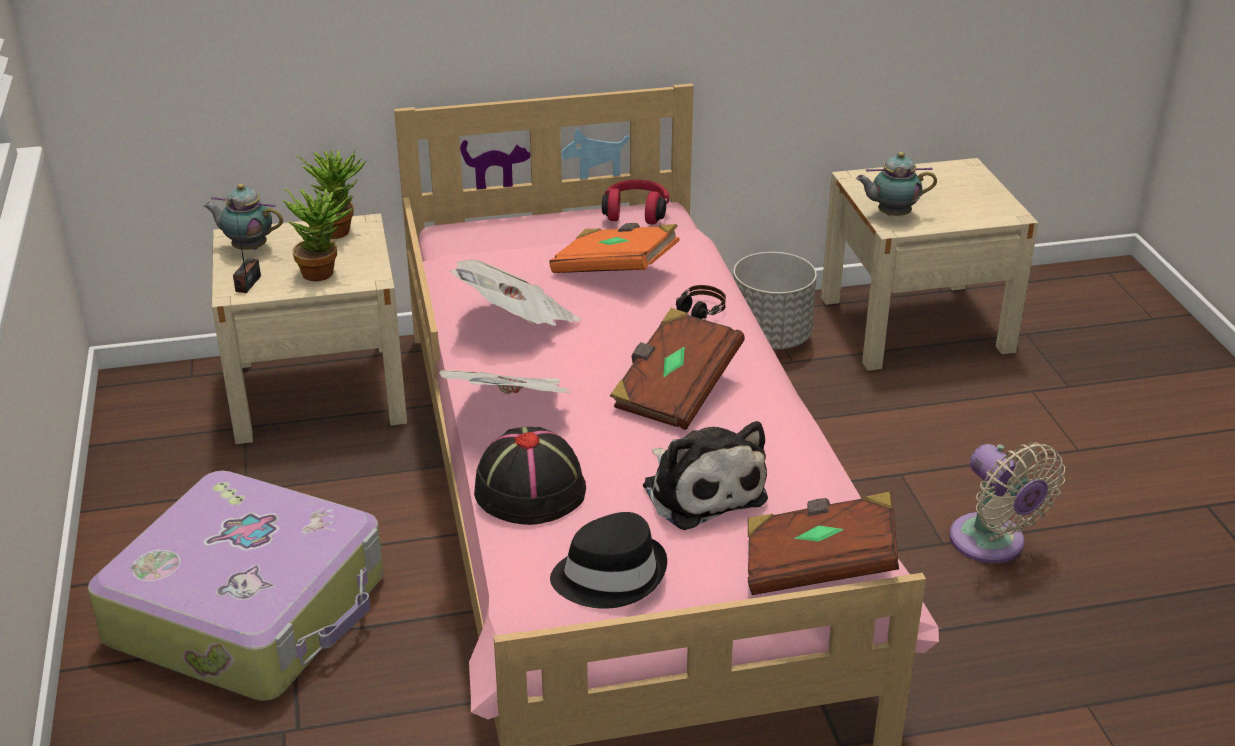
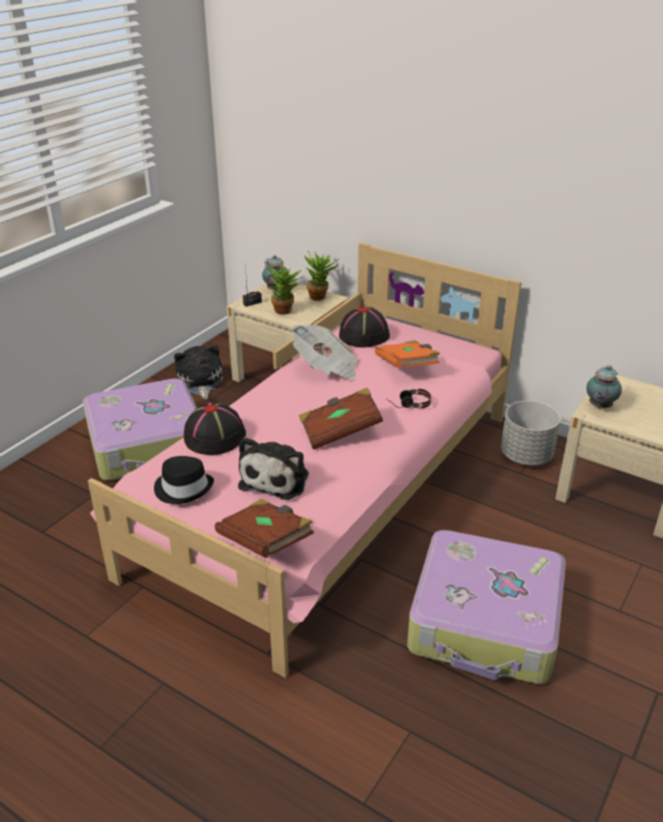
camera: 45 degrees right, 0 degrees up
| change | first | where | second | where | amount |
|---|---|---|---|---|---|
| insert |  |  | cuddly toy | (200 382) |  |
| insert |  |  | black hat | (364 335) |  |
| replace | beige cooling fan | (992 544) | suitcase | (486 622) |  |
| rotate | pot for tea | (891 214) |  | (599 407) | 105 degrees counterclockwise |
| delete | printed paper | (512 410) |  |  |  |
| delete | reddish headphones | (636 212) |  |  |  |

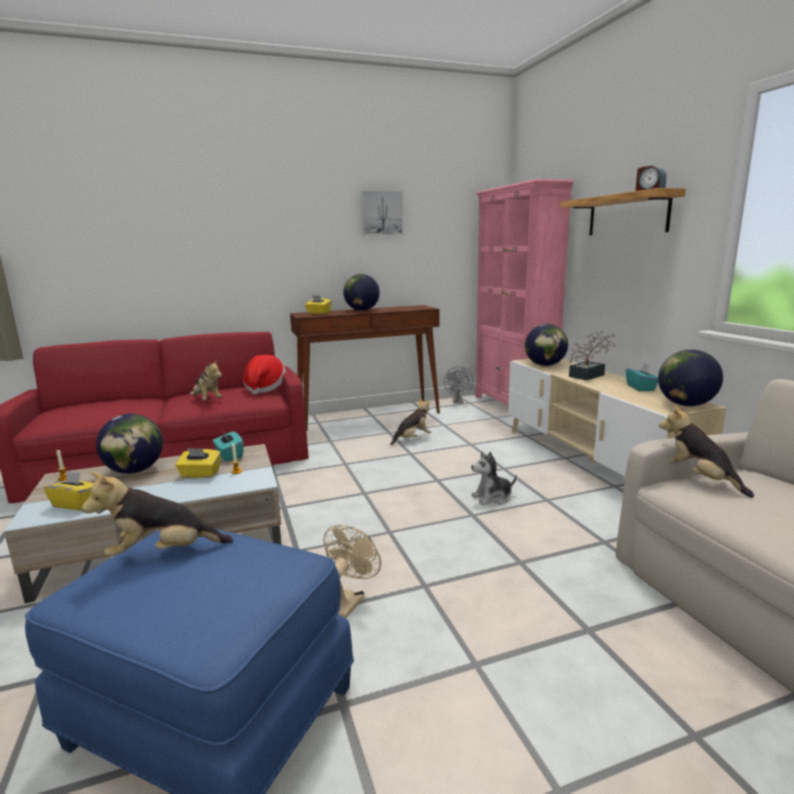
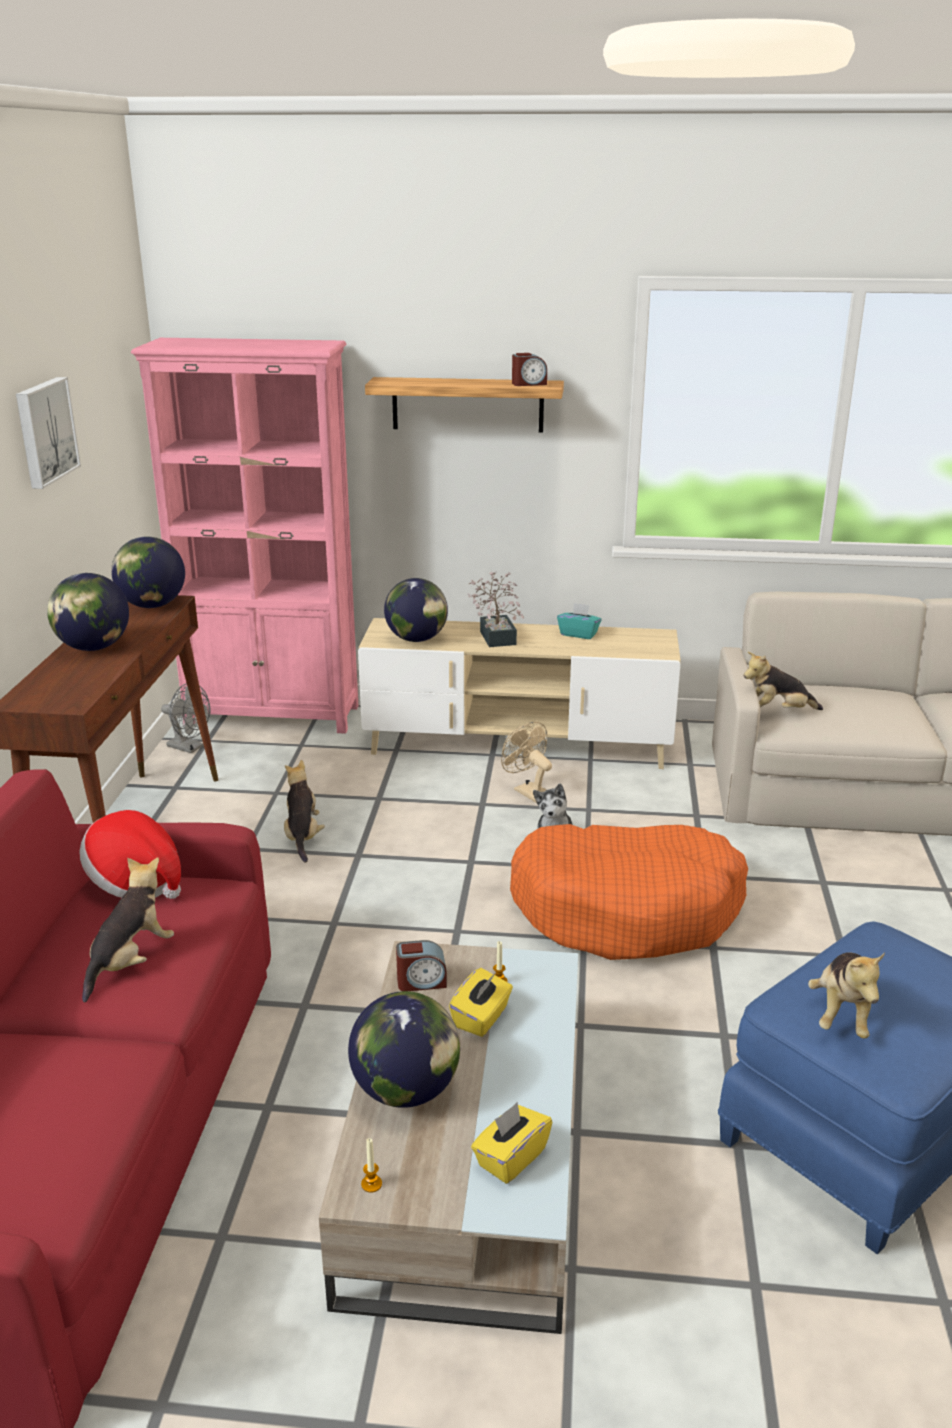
camera: 65 degrees left, 10 degrees up
| change | first | where | second | where | amount |
|---|---|---|---|---|---|
| rotate | cuddly toy | (207 400) |  | (130 961) | 45 degrees counterclockwise |
| move | desk globe | (685 404) |  | (152 605) |  |
| replace | blue-green tissue holder | (229 455) | bedside clock | (421 982) |  |
| move | beige cooling fan | (349 601) |  | (527 791) |  |
| insert |  |  | orange pet bed | (627 909) |  |
| delete | yellowish tissue holder | (318 313) |  |  |  |

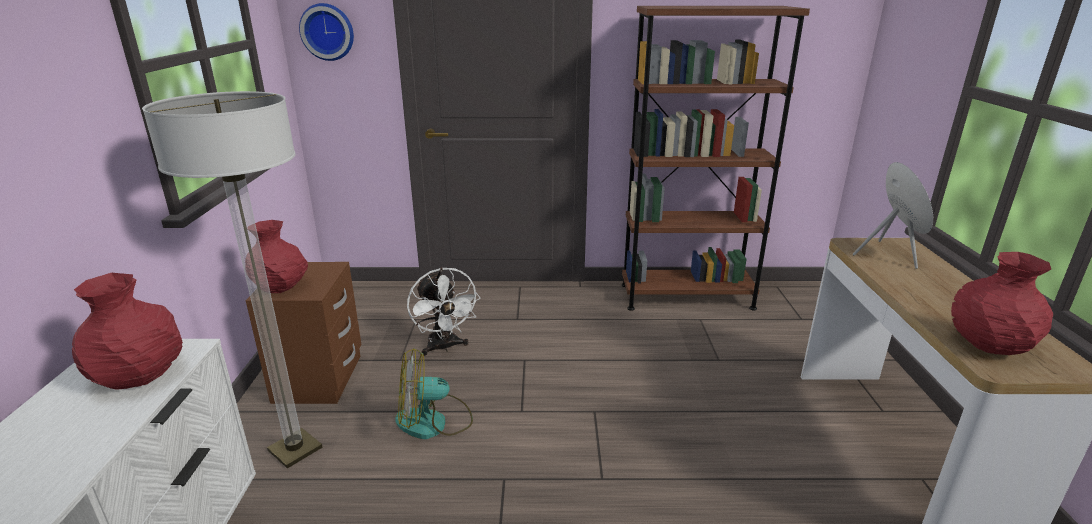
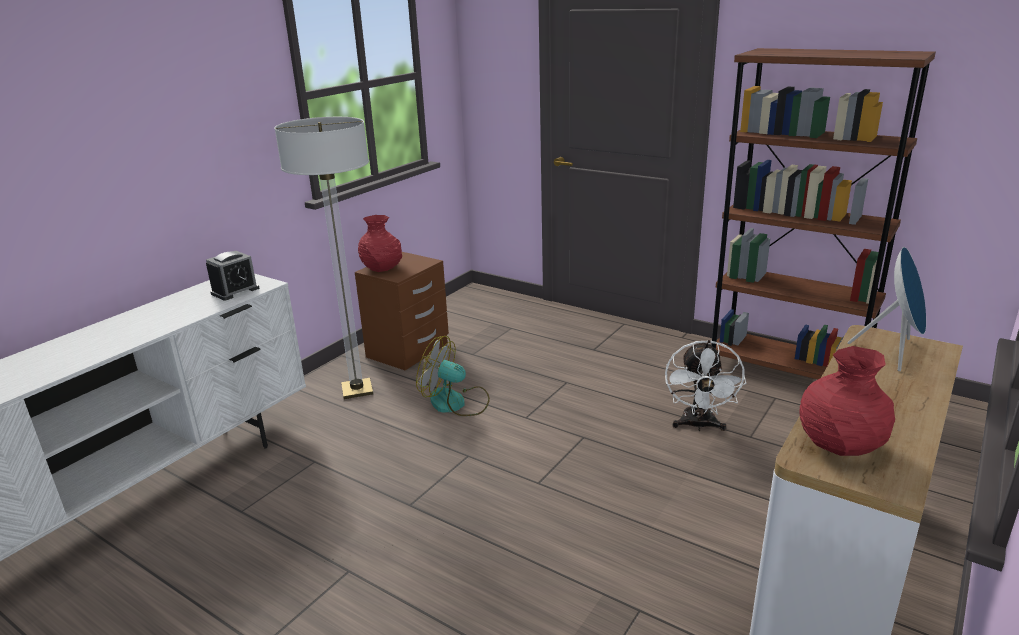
camera: 35 degrees right, 0 degrees up
| change | first | where | second | where | amount |
|---|---|---|---|---|---|
| replace | reddish vase | (141 374) | bedside clock | (235 291) |  |
| move | white-coloured cooling fan | (444 347) |  | (698 425) |  |
| delete | hanging clock | (328 32) |  |  |  |

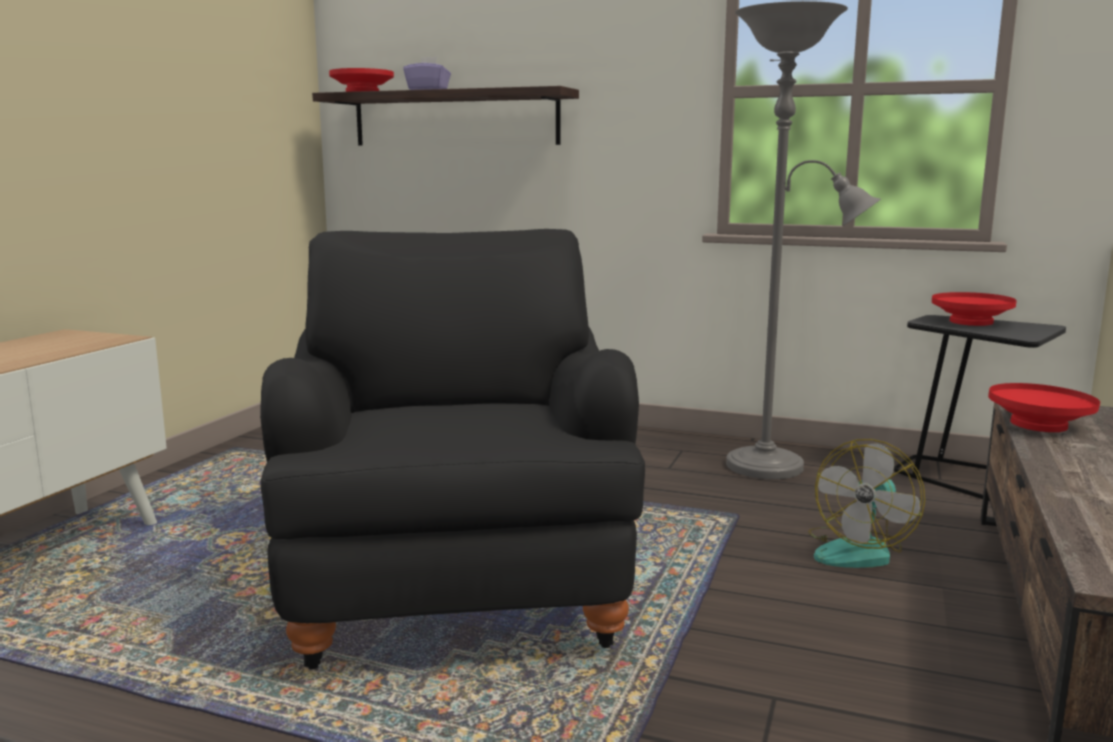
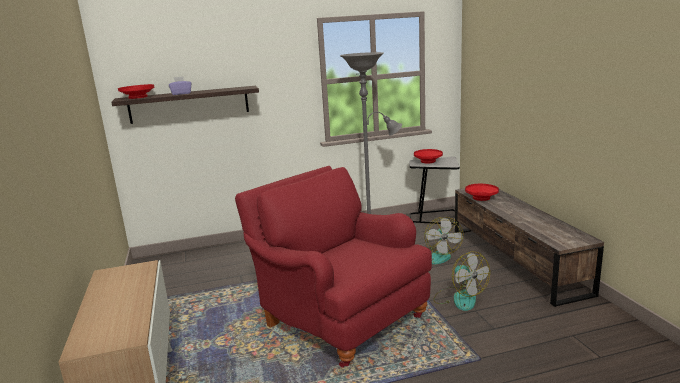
camera: 35 degrees left, 5 degrees up
| change | first | where | second | where | amount |
|---|---|---|---|---|---|
| recolor | black lounge chair | (457 584) | reddish lounge chair | (339 318) |  |
| insert |  |  | cooling fan | (459 298) |  |

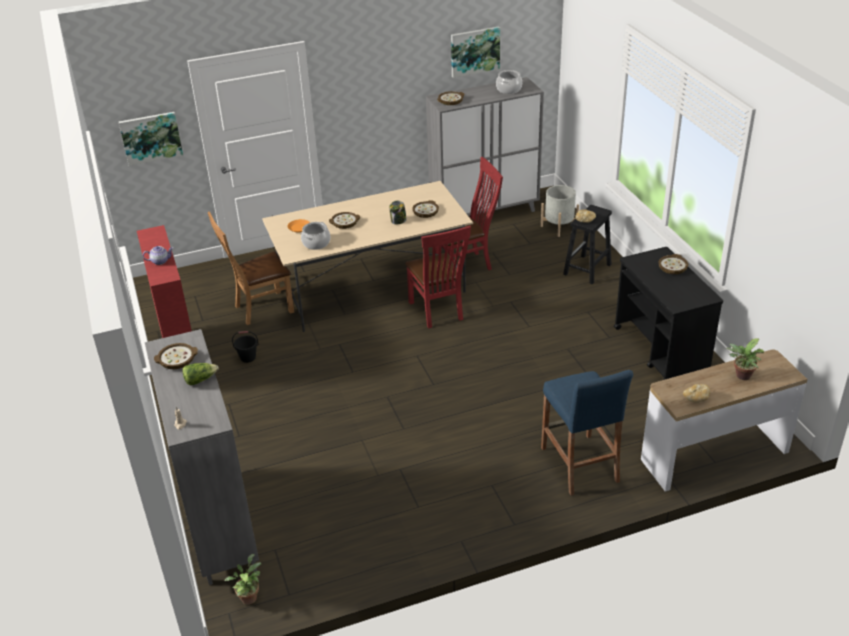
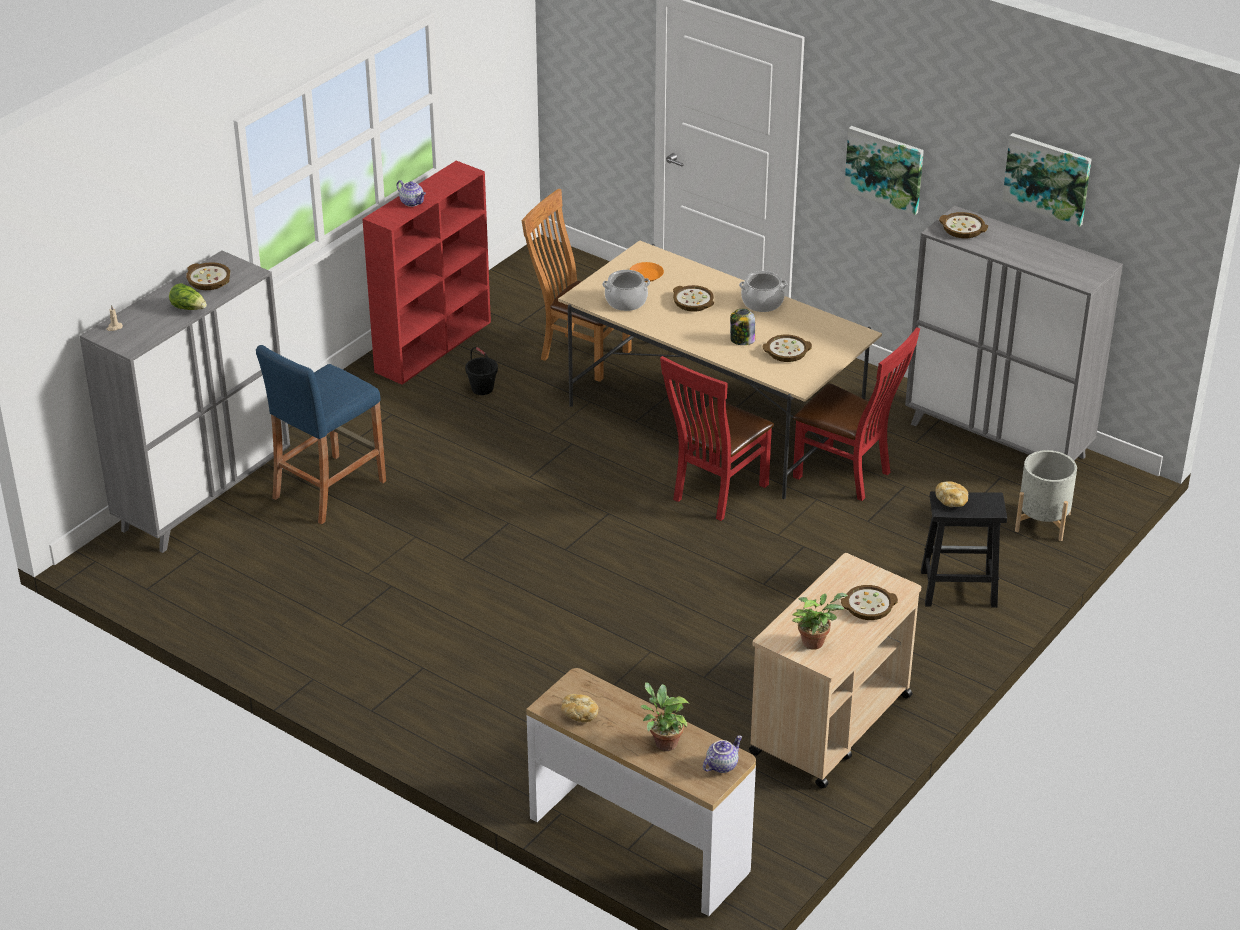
camera: 55 degrees right, 0 degrees up
| change | first | where | second | where | amount |
|---|---|---|---|---|---|
| move | blue-coloured stool | (579 464) |  | (329 489) |  |
| insert |  |  | pot for tea | (721 765) |  |
| move | saucepot | (509 89) |  | (762 303) |  |
| recolor | black trolley | (661 350) | beige trolley | (830 725) |  |
| move | plant in a pot | (249 596) |  | (815 641) |  |
| move | wall picture | (151 137) |  | (885 169) |  |

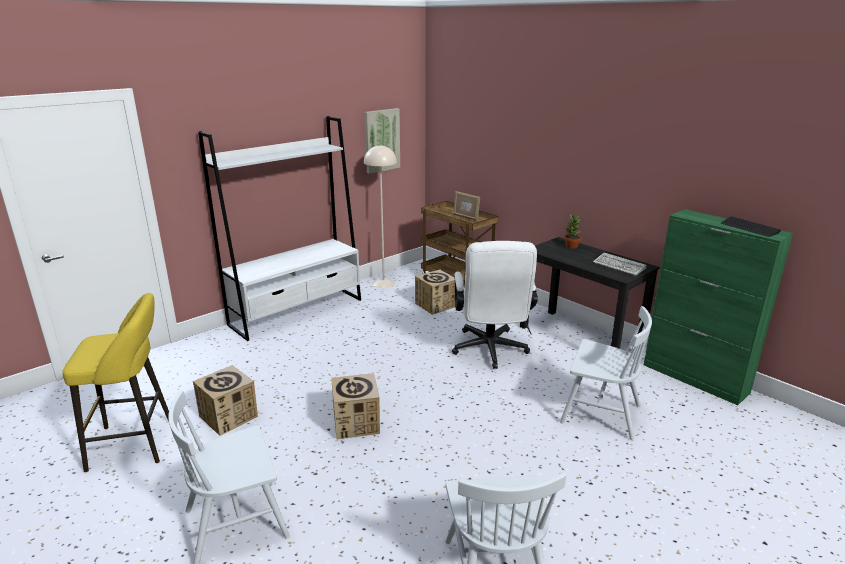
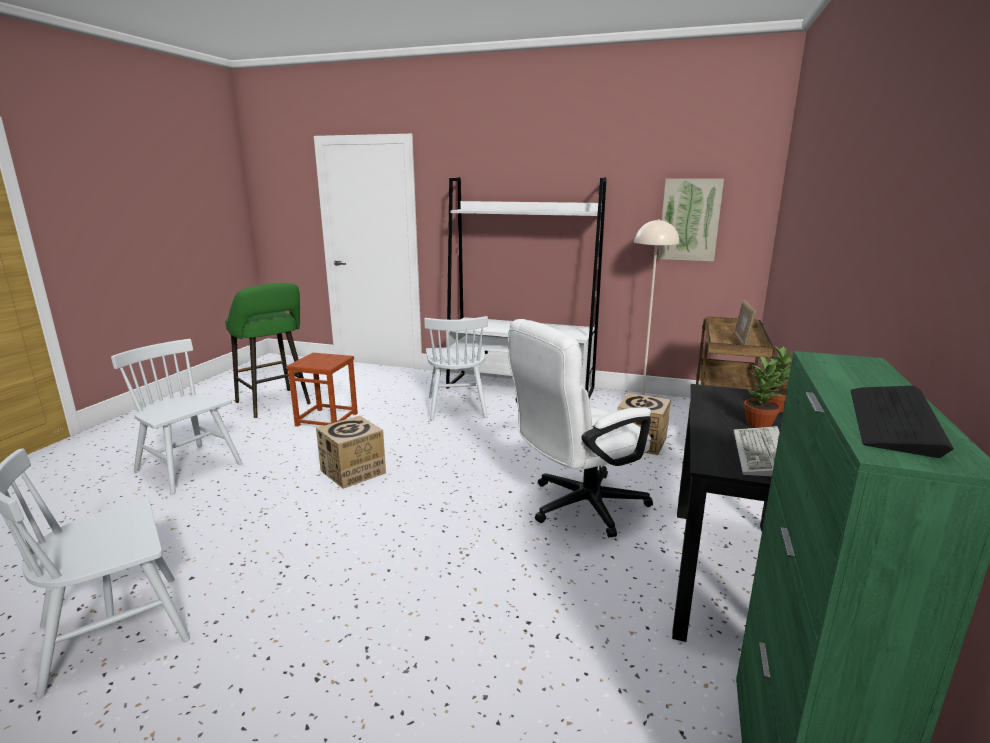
camera: 60 degrees right, 5 degrees down
| change | first | where | second | where | amount |
|---|---|---|---|---|---|
| recolor | yellowish stool | (137 443) | green-coloured stool | (274 404) |  |
| replace | carton | (229 416) | brown stool | (327 419) |  |
| move | white-coloured chair | (600 413) |  | (457 407) |  |
| insert |  |  | plant in a pot | (759 423) |  |

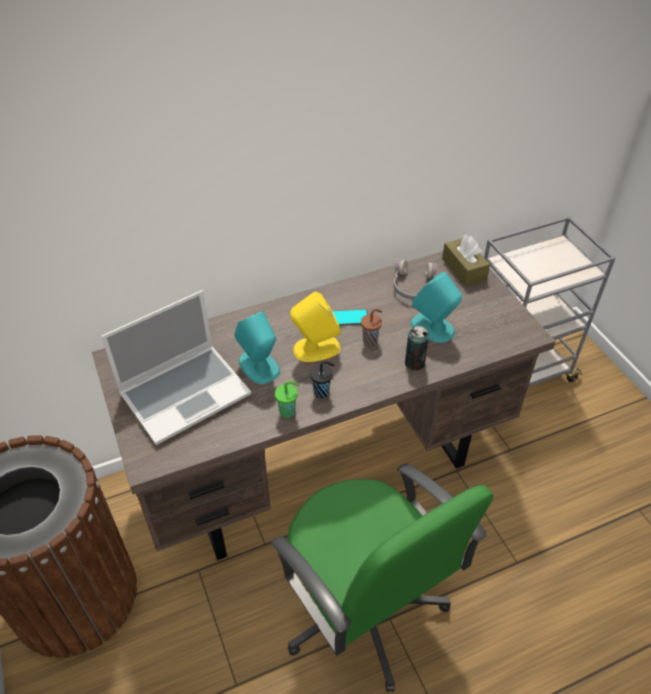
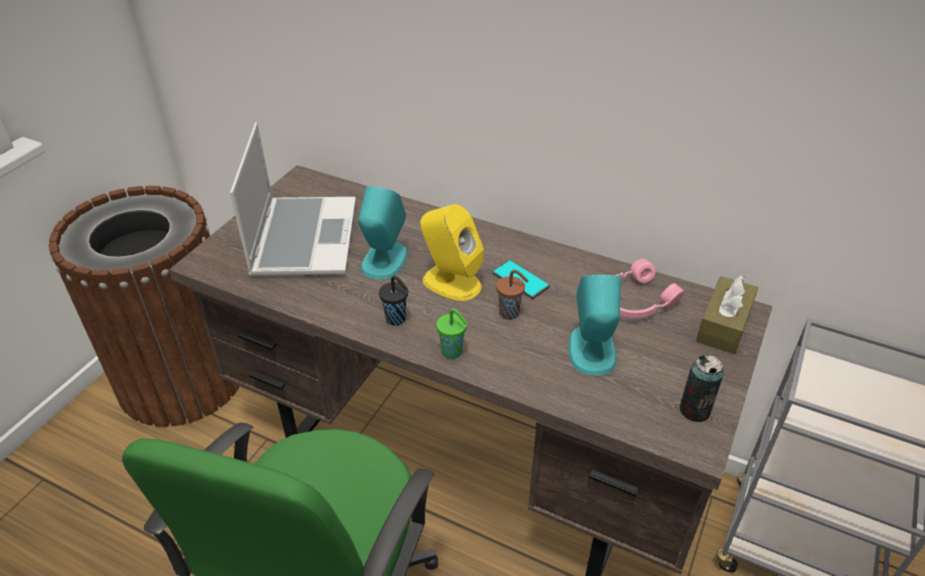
camera: 50 degrees right, 5 degrees down
| change | first | where | second | where | amount |
|---|---|---|---|---|---|
| rotate | laptop | (186 393) |  | (303 237) | 105 degrees counterclockwise |
| move | green-coloured small cup | (288 411) |  | (453 352) |  |
| recolor | grey headphones | (413 286) | pink headphones | (635 300) |  |
| move | sealed can | (414 363) |  | (694 410) |  |

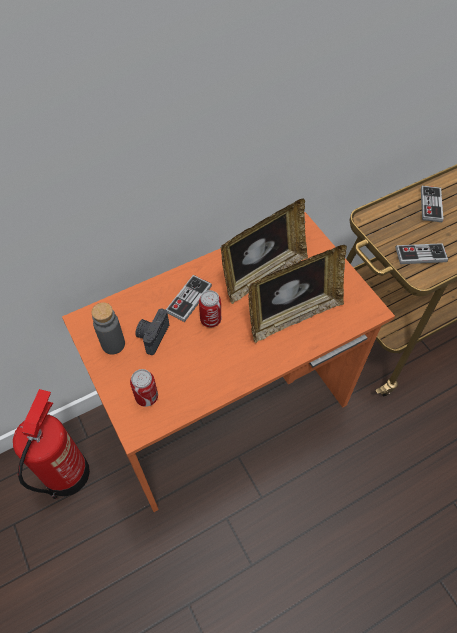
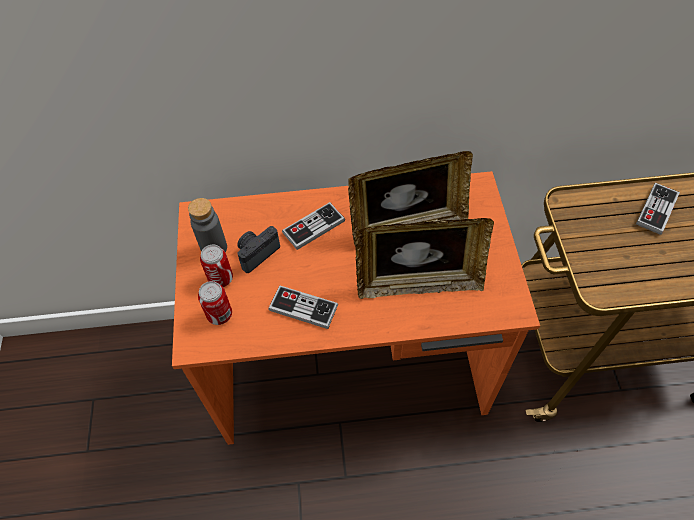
camera: 25 degrees right, 0 degrees up
| change | first | where | second | where | amount |
|---|---|---|---|---|---|
| move | sealed can | (210 320) |  | (221 279) |  |
| move | game controller | (420 255) |  | (303 308) |  |
| delete | extinguisher | (67 472) |  |  |  |

